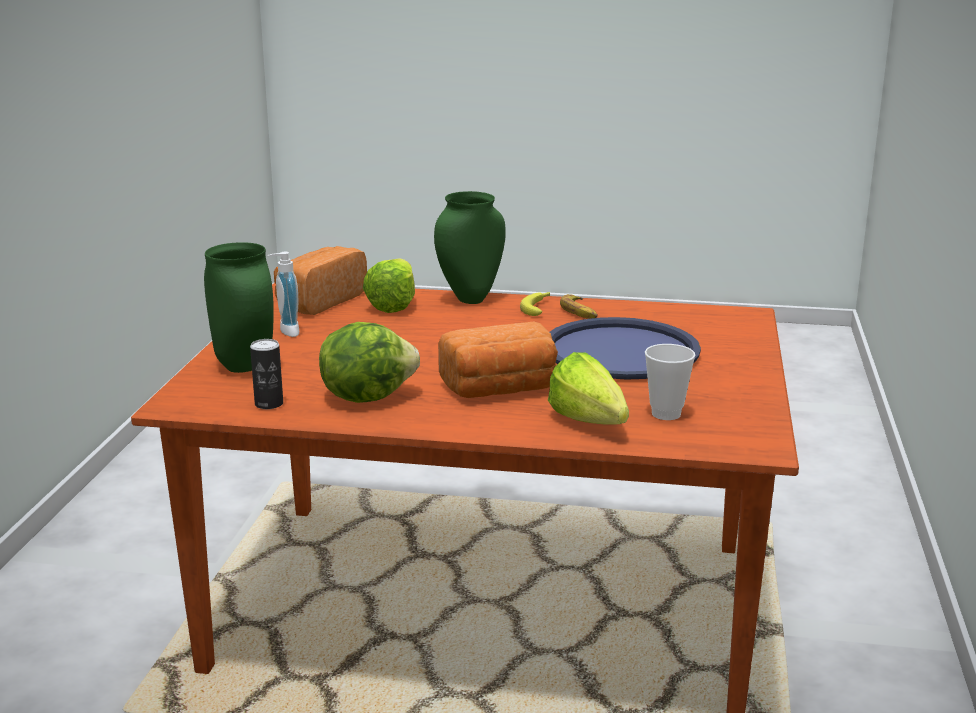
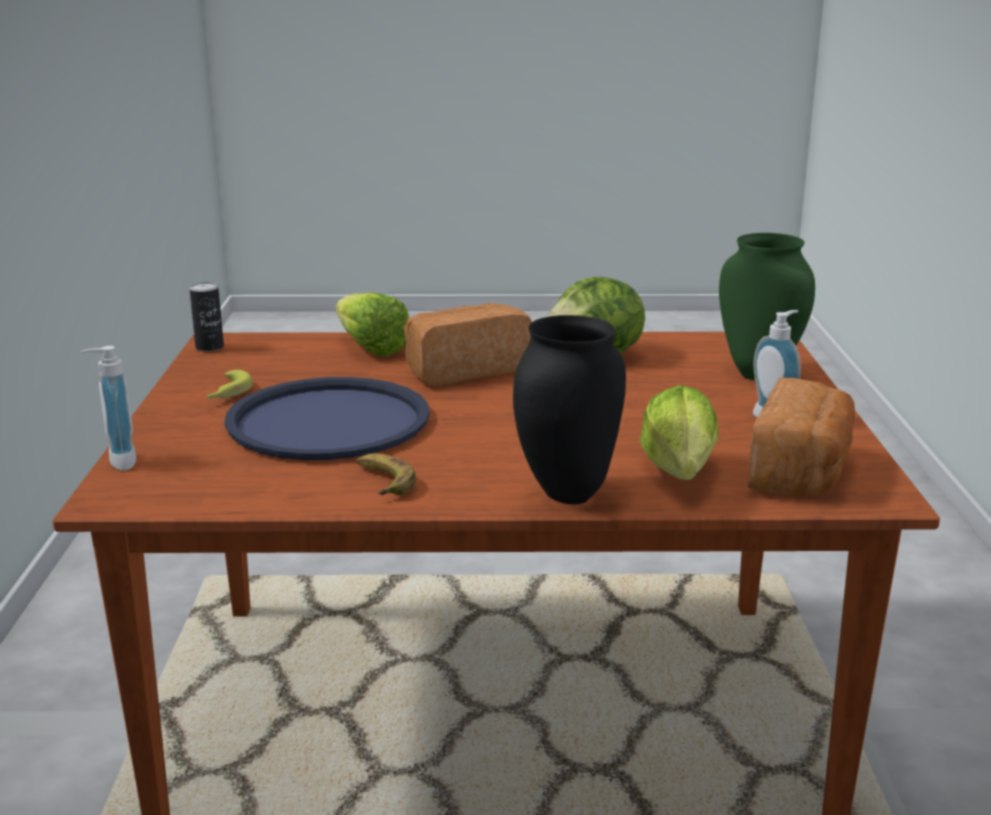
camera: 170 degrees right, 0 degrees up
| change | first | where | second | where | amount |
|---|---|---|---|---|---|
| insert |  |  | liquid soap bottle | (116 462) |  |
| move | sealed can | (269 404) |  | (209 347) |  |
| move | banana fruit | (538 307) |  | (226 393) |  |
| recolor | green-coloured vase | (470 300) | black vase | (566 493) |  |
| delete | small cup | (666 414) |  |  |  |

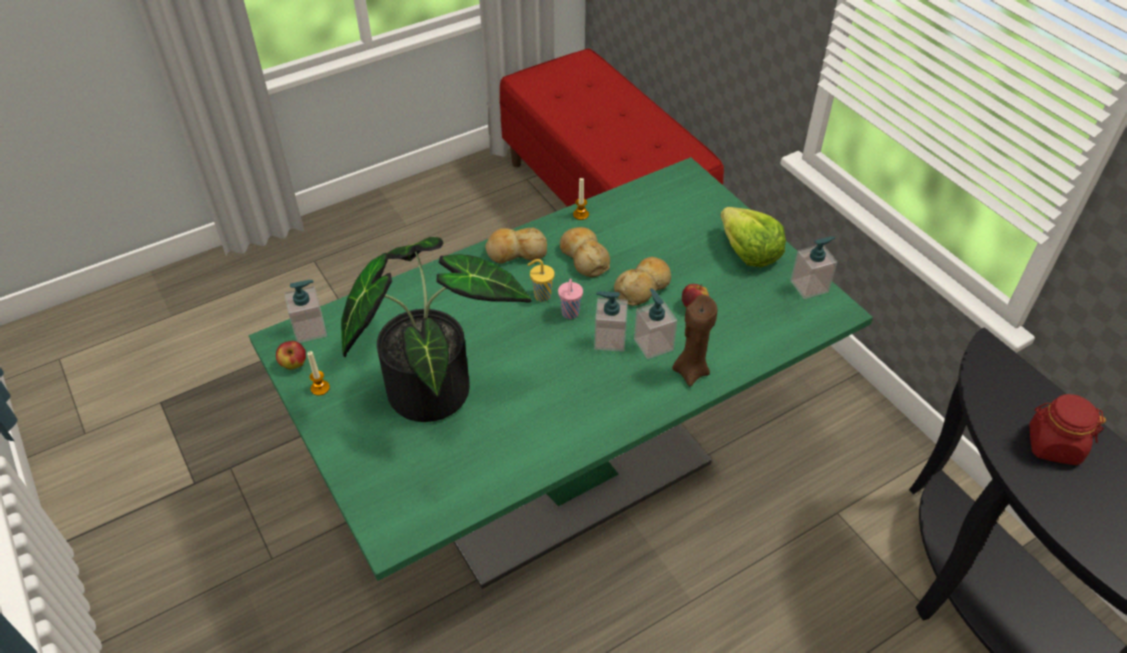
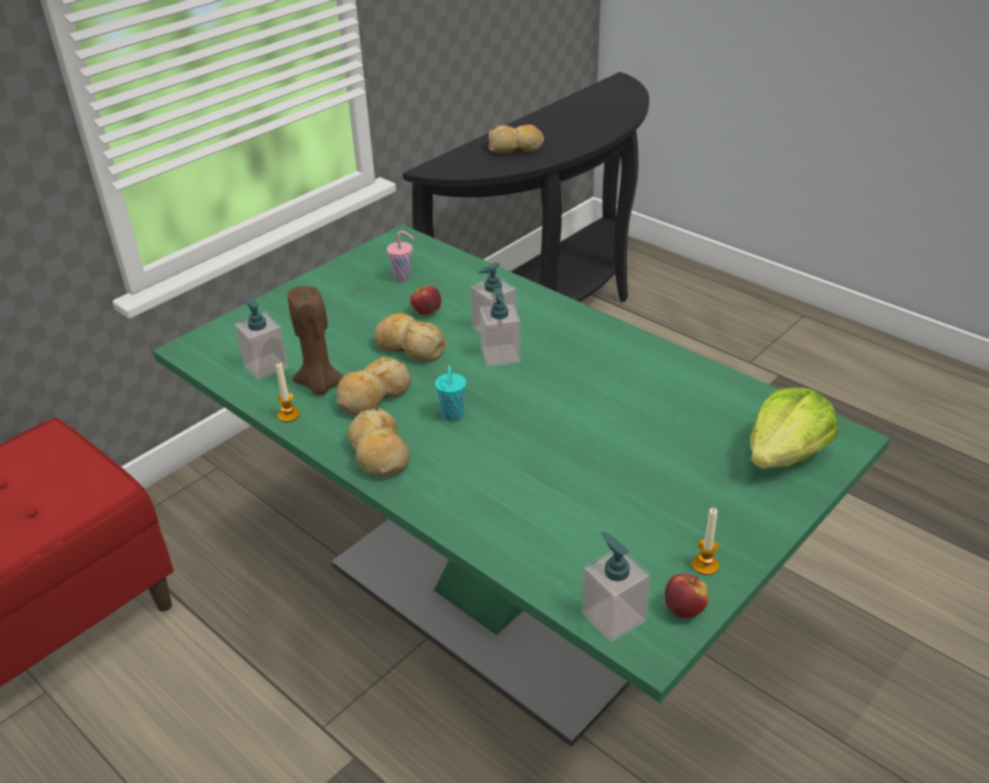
camera: 105 degrees left, 10 degrees down
| change | first | where | second | where | amount |
|---|---|---|---|---|---|
| move | liquid soap bottle | (809 286) |  | (265 366) |  |
| move | brown wax candle | (690 371) |  | (320 385) |  |
| move | pink small cup | (570 314) |  | (403 277) |  |
| recolor | yellowish small cup | (541 295) | blue-green small cup | (452 416) |  |
| replace | reddish storage jar | (1053 445) | bakery bread | (516 148) |  |
| move | head of lettuce | (748 252) |  | (786 454) |  |
| delete | plant in a pot | (433 383) |  |  |  |

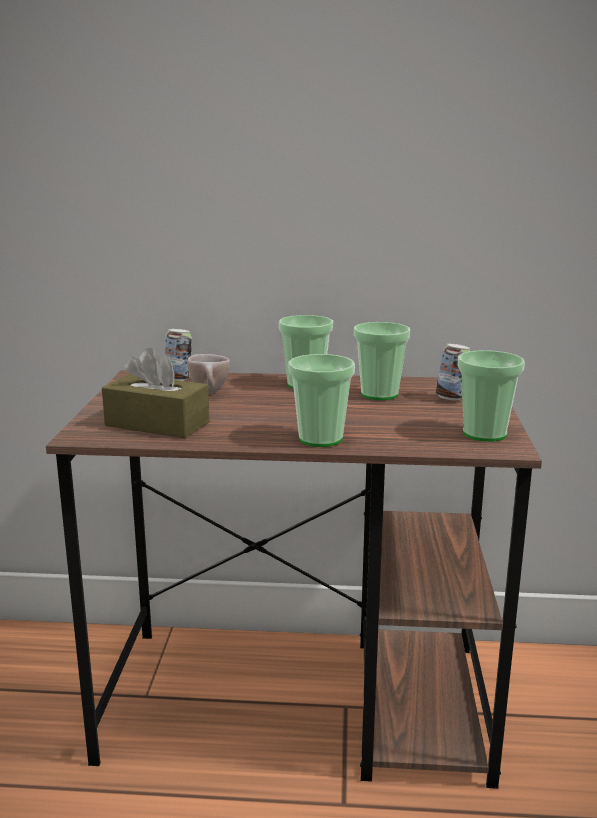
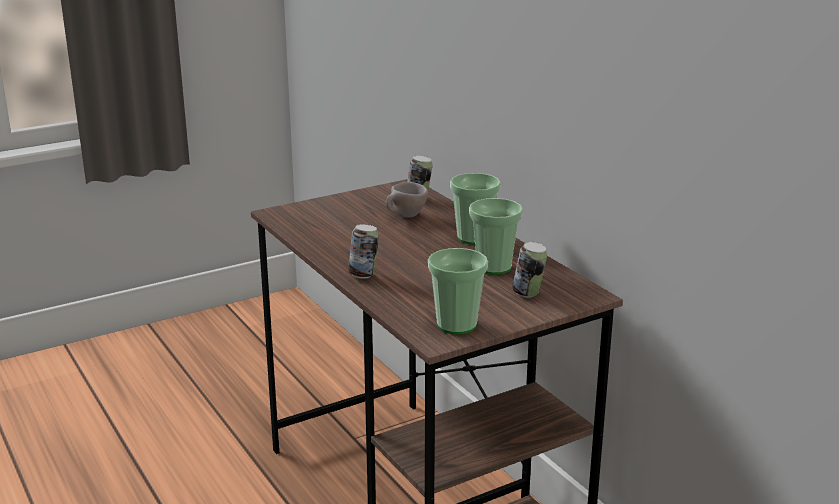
camera: 55 degrees right, 5 degrees up
| change | first | where | second | where | amount |
|---|---|---|---|---|---|
| replace | small cup | (320 439) | sealed can | (363 275) |  |
| delete | brown tissue holder | (157 424) |  |  |  |

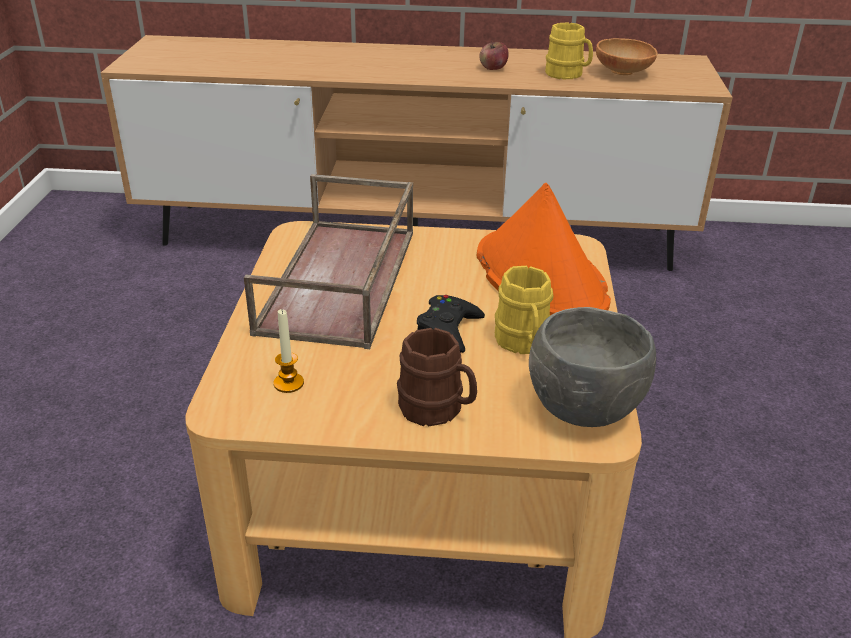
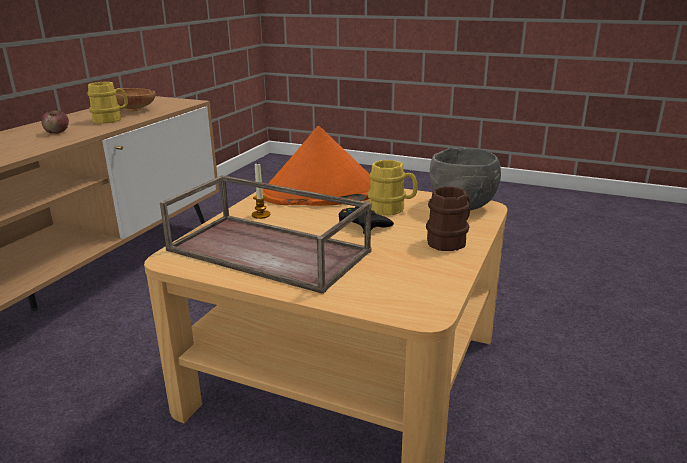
camera: 70 degrees left, 10 degrees down
| change | first | where | second | where | amount |
|---|---|---|---|---|---|
| move | wax candle | (288 383) |  | (261 215) |  |

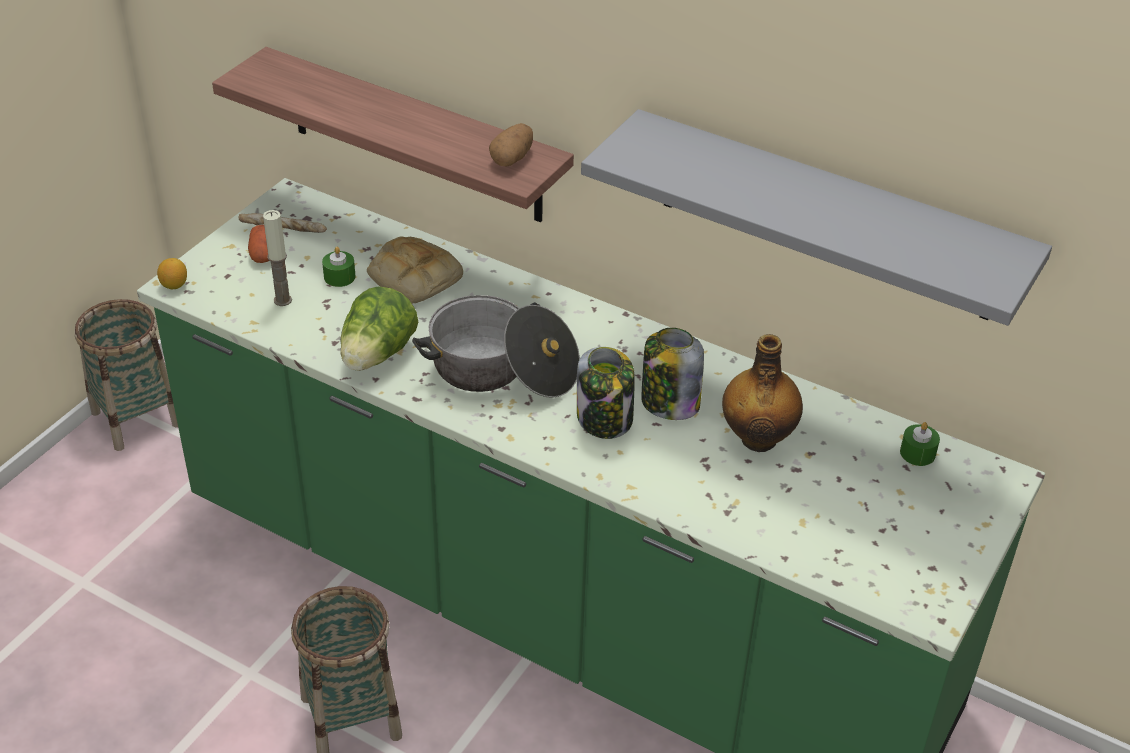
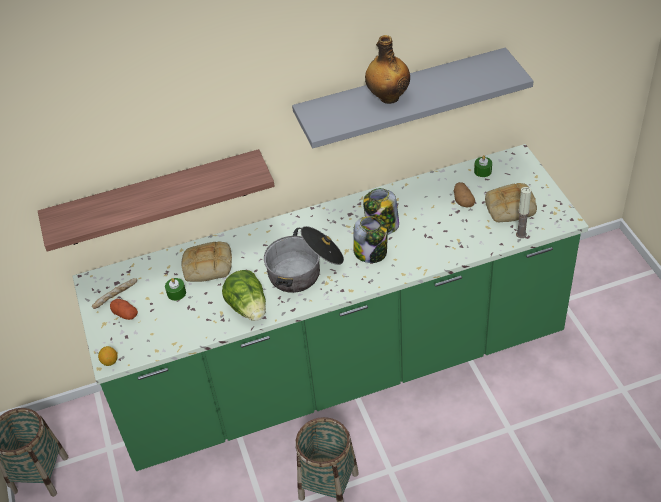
camera: 45 degrees left, 5 degrees up
| change | first | where | second | where | amount |
|---|---|---|---|---|---|
| move | bottle | (758 438) |  | (388 97) |  |
| move | whole potato | (512 158) |  | (463 201) |  |
| insert |  |  | bakery bread | (509 207) |  |
| move | wax candle | (282 300) |  | (521 234) |  |

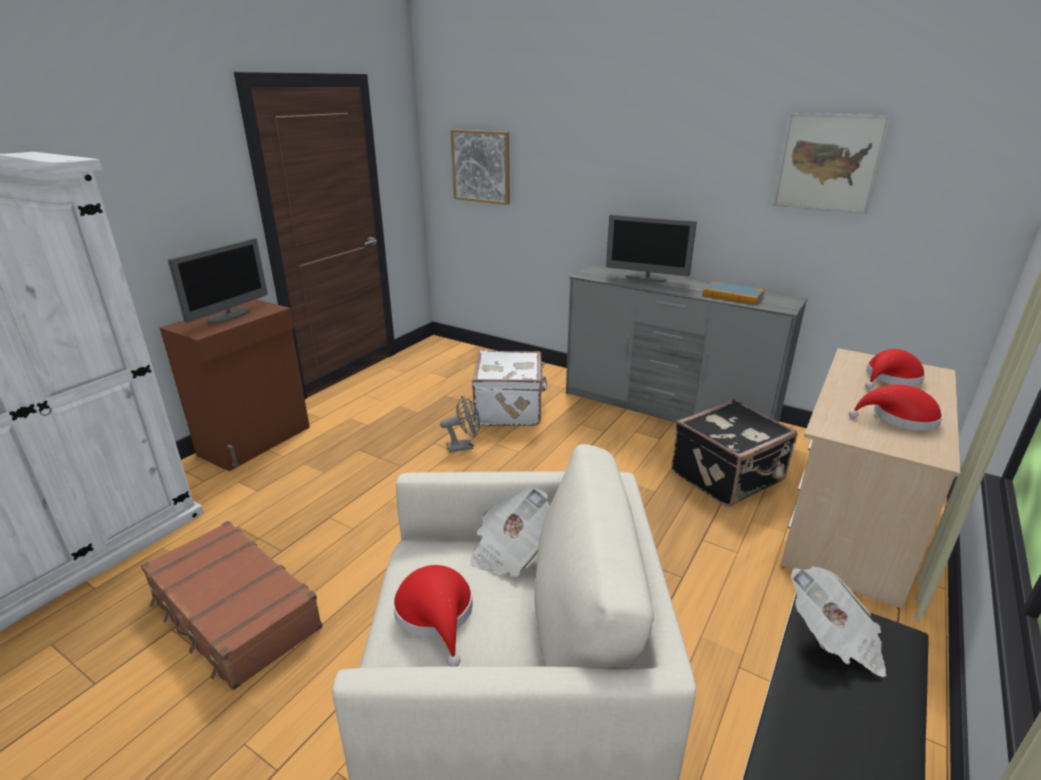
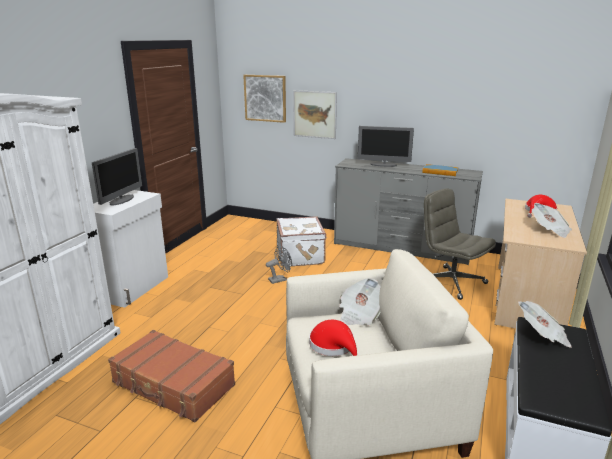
camera: 10 degrees left, 5 degrees down
| change | first | where | second | where | amount |
|---|---|---|---|---|---|
| recolor | brown cupboard | (257 441) | white-coloured cupboard | (134 288) |  |
| move | wall picture | (828 163) |  | (314 114) |  |
| replace | black suitcase | (729 477) | grey office chair | (451 282) |  |
| replace | reddish hat | (899 418) | printed paper | (549 230) |  |

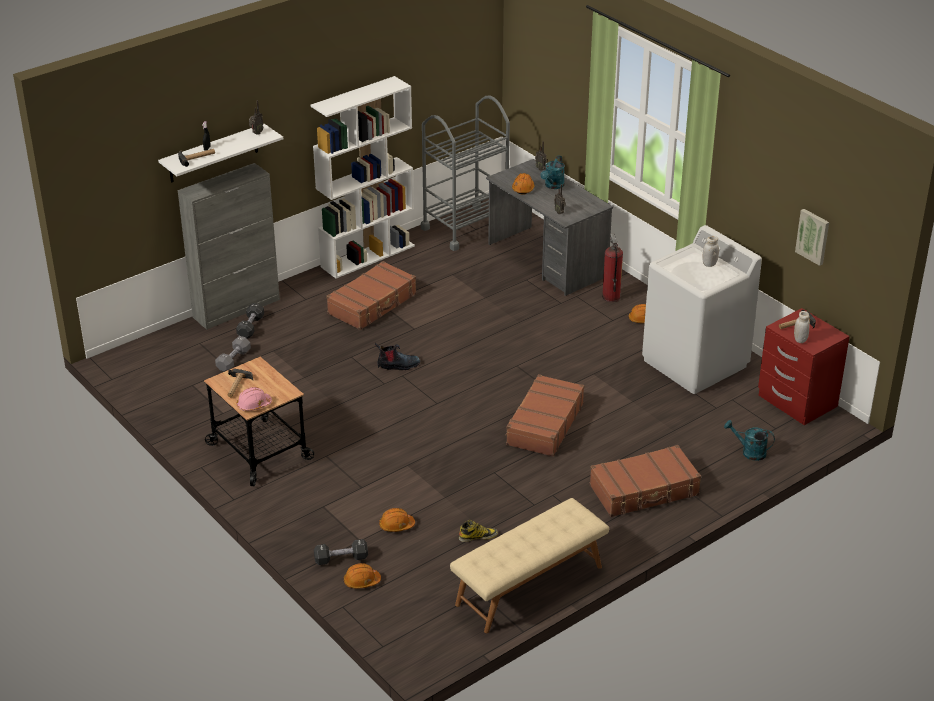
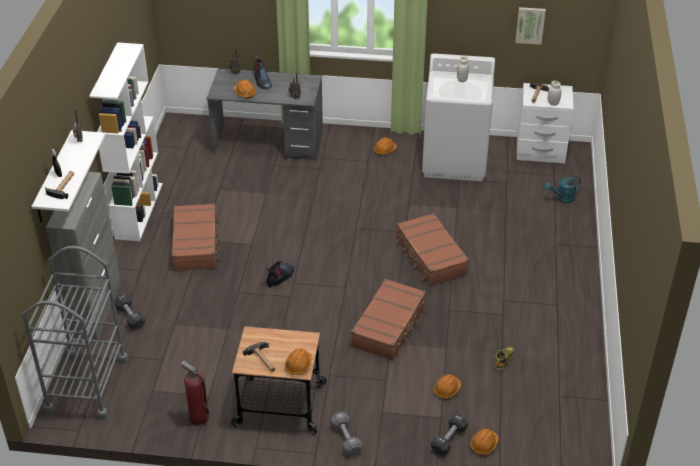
camera: 45 degrees left, 5 degrees up
| change | first | where | second | where | amount |
|---|---|---|---|---|---|
| move | grey trolley | (465 227) |  | (87 385) |  |
| move | extinguisher | (610 297) |  | (199 417) |  |
| replace | blue-green sprinkling can | (553 186) | high-top boot | (261 81) |  |
| recolor | pink hard hat | (253 405) | orange hard hat | (298 365) |  |
| move | grey hand weight | (233 360) |  | (346 439) |  |
| move | brown suitcase | (644 491) |  | (389 326) |  |
| recolor | reddish nightstand | (796 401) | white-coloured nightstand | (540 151) |  |
| delete | beige long seat | (530 586) |  |  |  |

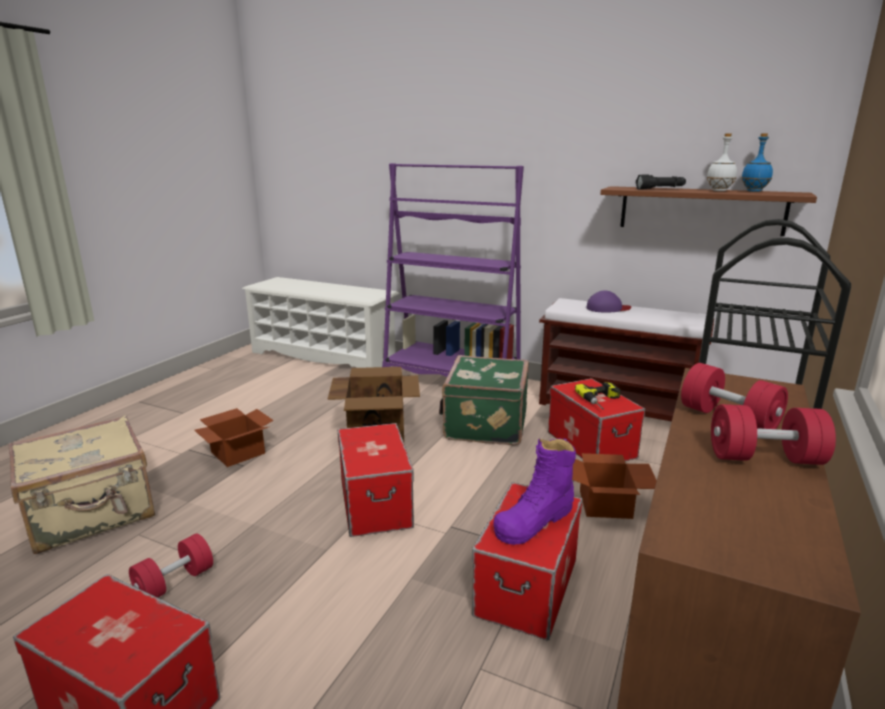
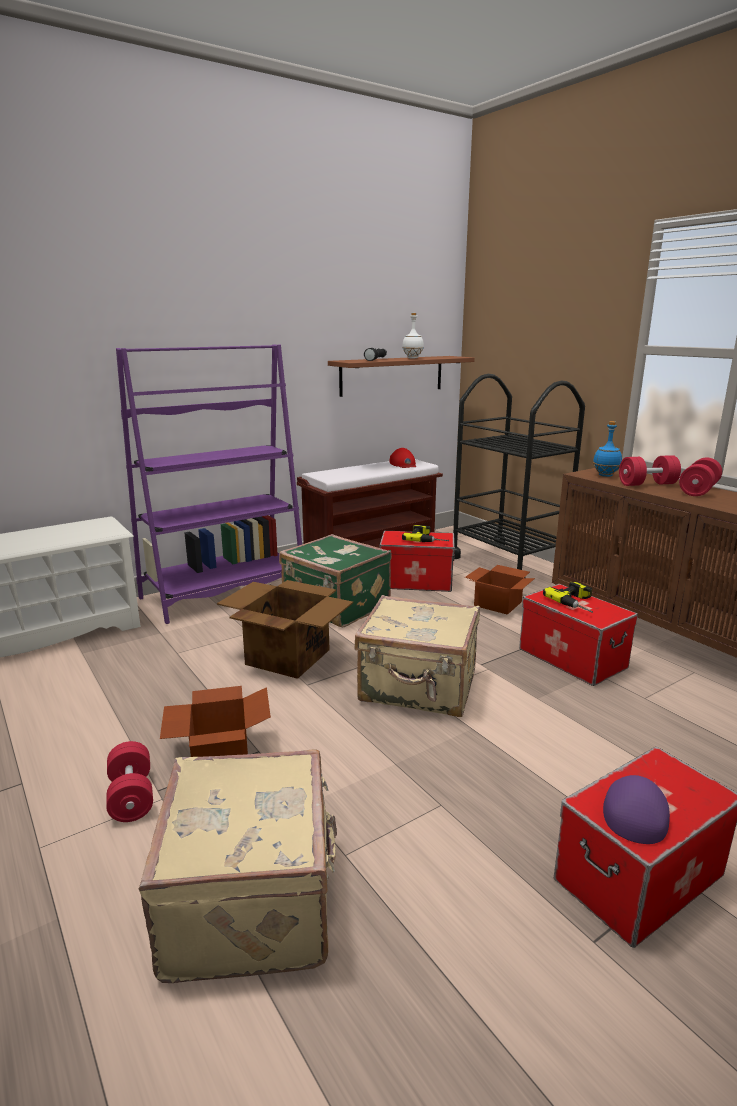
camera: 60 degrees left, 0 degrees up
| change | first | where | second | where | amount |
|---|---|---|---|---|---|
| move | reddish hand weight | (175 582) |  | (131 796) |  |
| replace | storage container | (376 503) | beige suitcase | (419 688) |  |
| insert |  |  | reddish baseball cap | (403 464) |  |
| replace | purple high-top boot | (534 520) | drill | (578 603) |  |
| move | blue-coloured bottle | (754 191) |  | (606 475) |  |
| move | purple baseball cap | (607 308) |  | (635 810) |  |

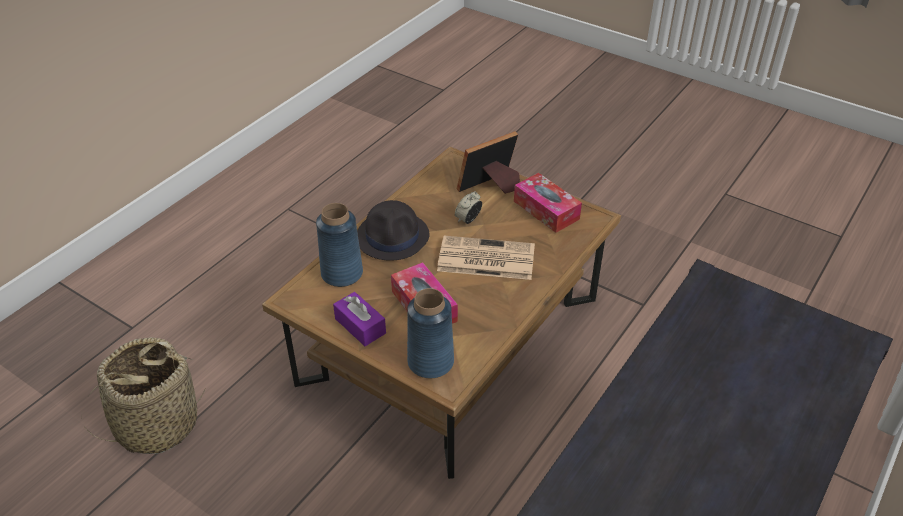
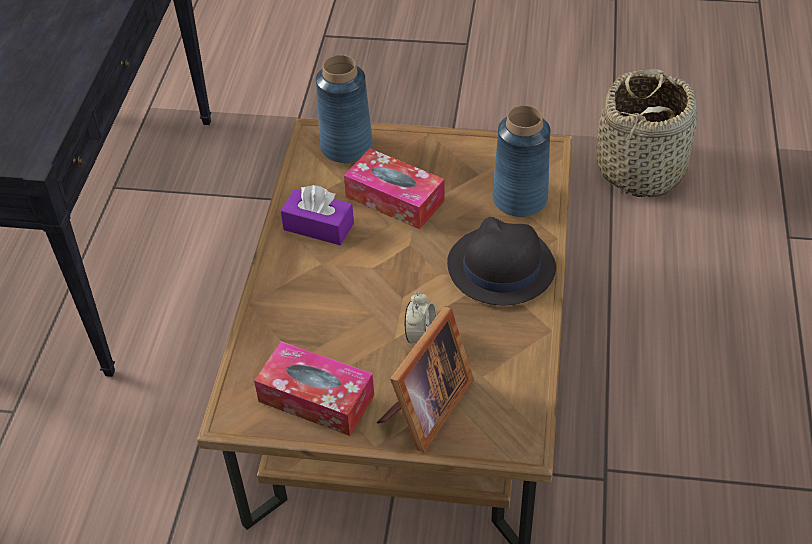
camera: 155 degrees right, 5 degrees up
| change | first | where | second | where | amount |
|---|---|---|---|---|---|
| move | purple tissue holder | (360 326) |  | (318 226) |  |
| delete | printed paper | (484 259) |  |  |  |

